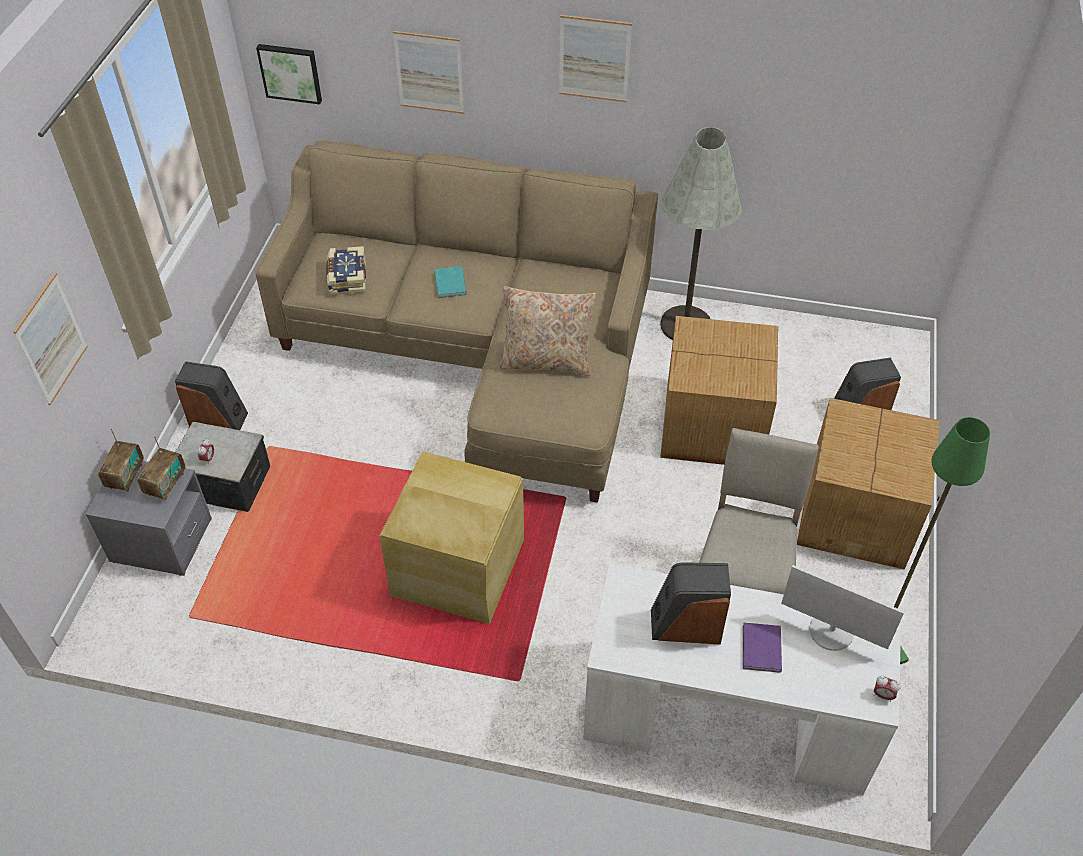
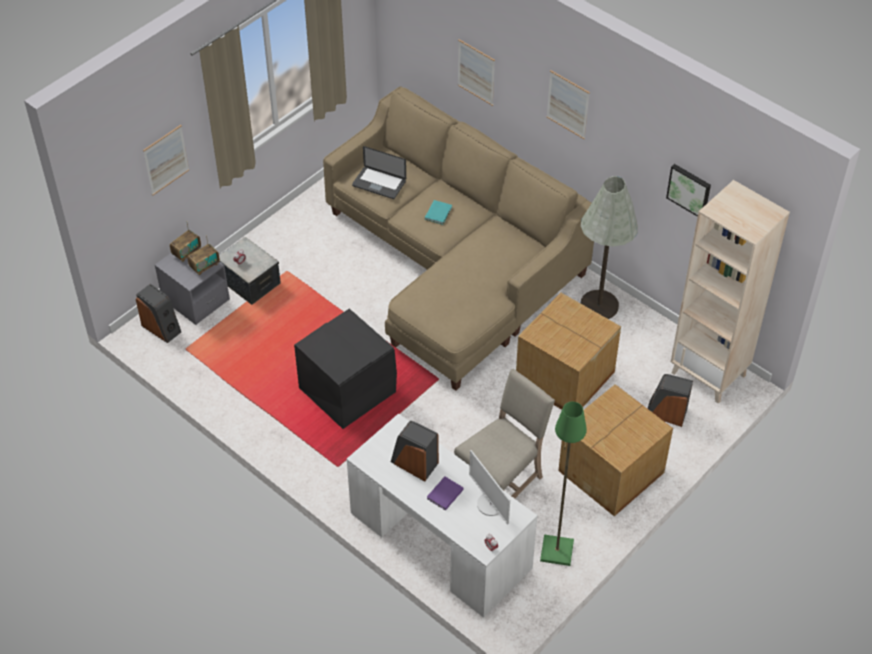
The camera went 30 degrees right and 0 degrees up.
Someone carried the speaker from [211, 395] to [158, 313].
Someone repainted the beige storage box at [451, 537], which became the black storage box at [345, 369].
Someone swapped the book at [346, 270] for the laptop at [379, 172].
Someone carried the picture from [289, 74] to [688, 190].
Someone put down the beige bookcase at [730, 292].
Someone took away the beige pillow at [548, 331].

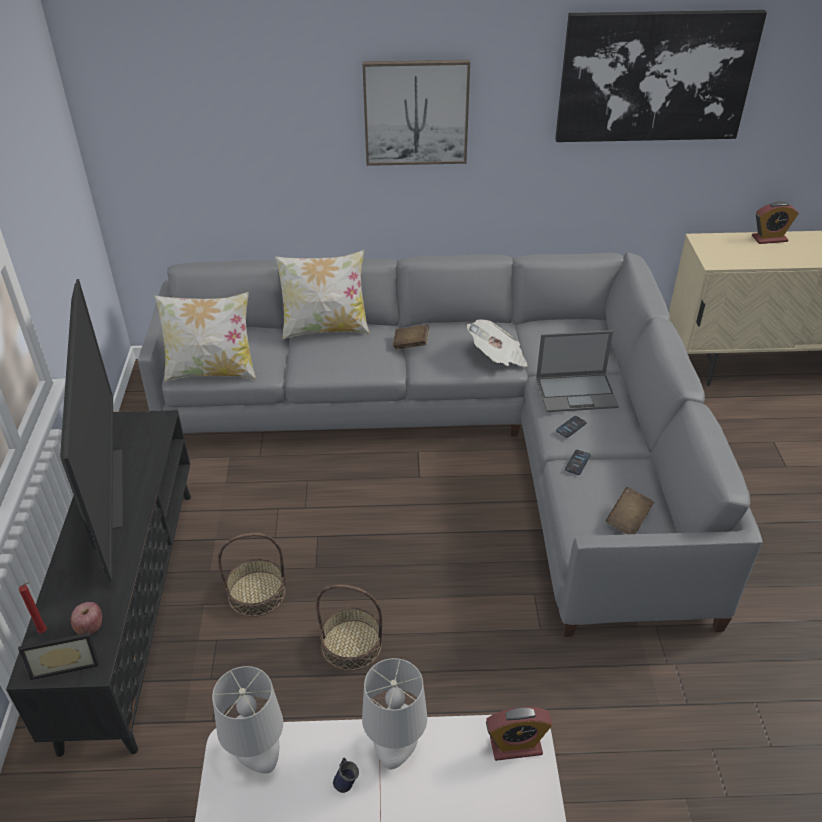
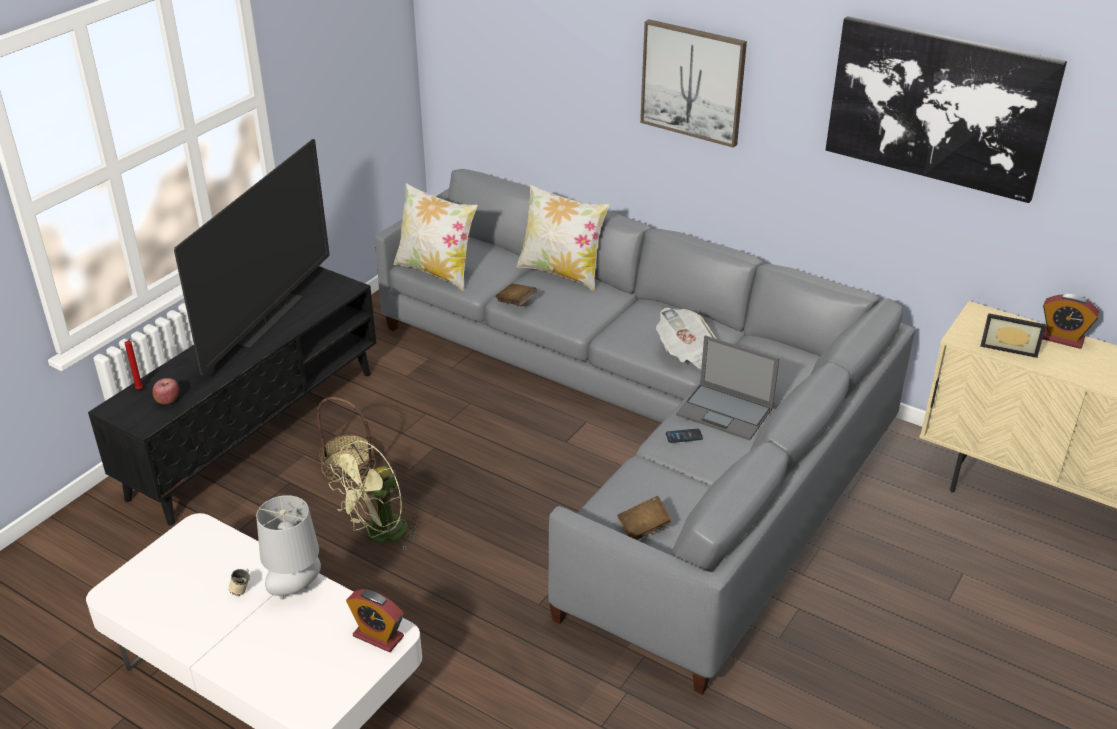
The camera went 35 degrees right and 5 degrees down.
Someone repainted the blue mug at [346, 775], which became the beige mug at [239, 582].
Someone swapped the basket at [349, 628] for the green fan at [375, 494].
Someone carried the brown book from [411, 336] to [516, 295].
Someone carried the picture frame from [59, 656] to [1013, 335].
Someone took away the grey table lamp at [247, 720].
Someone took away the phone at [577, 462].

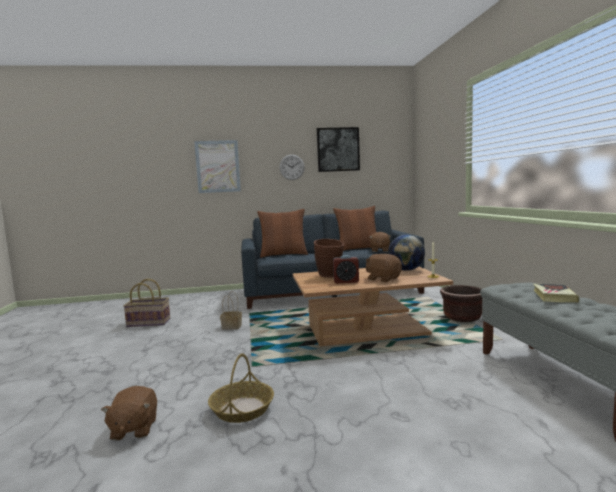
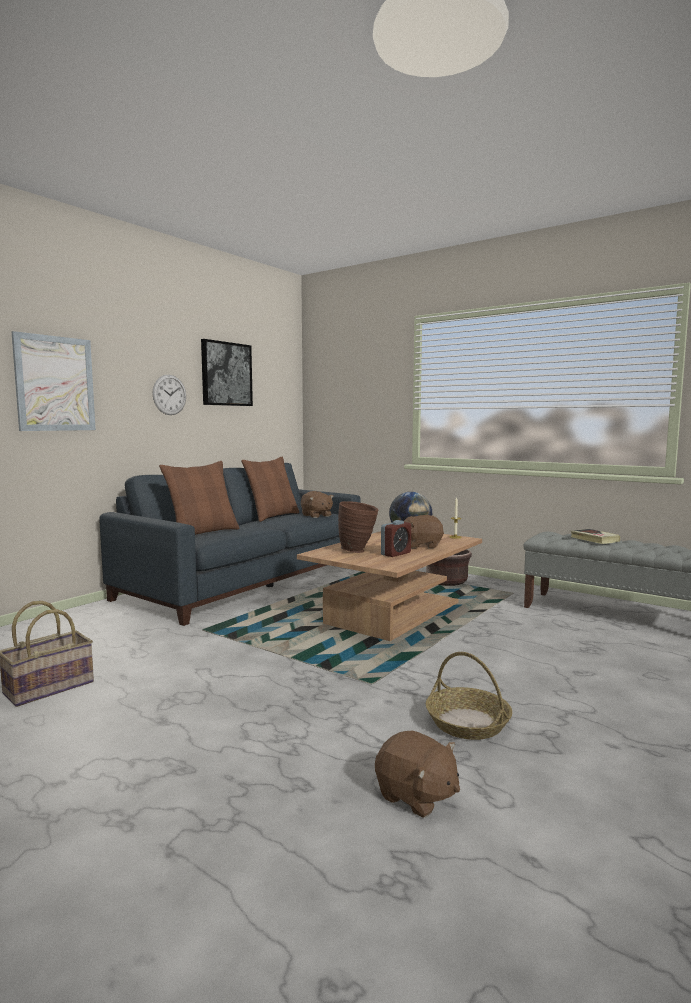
The camera went 45 degrees left and 0 degrees up.
Someone took away the basket at [231, 310].

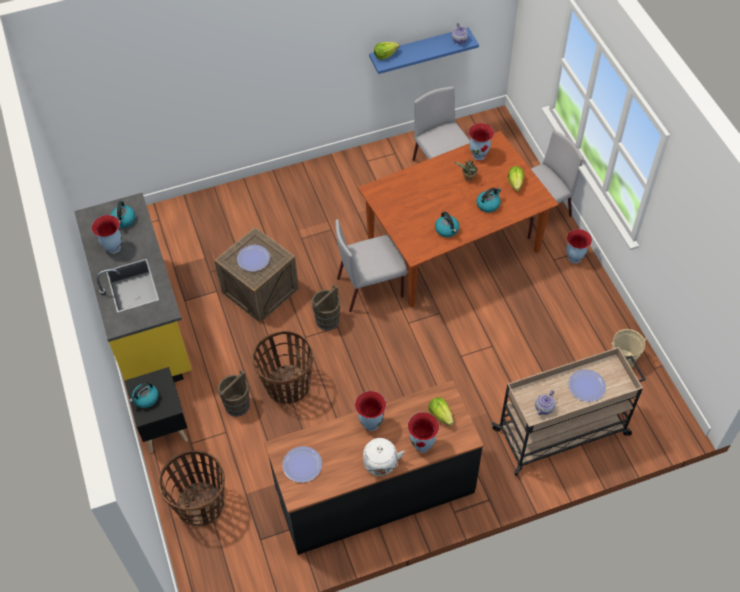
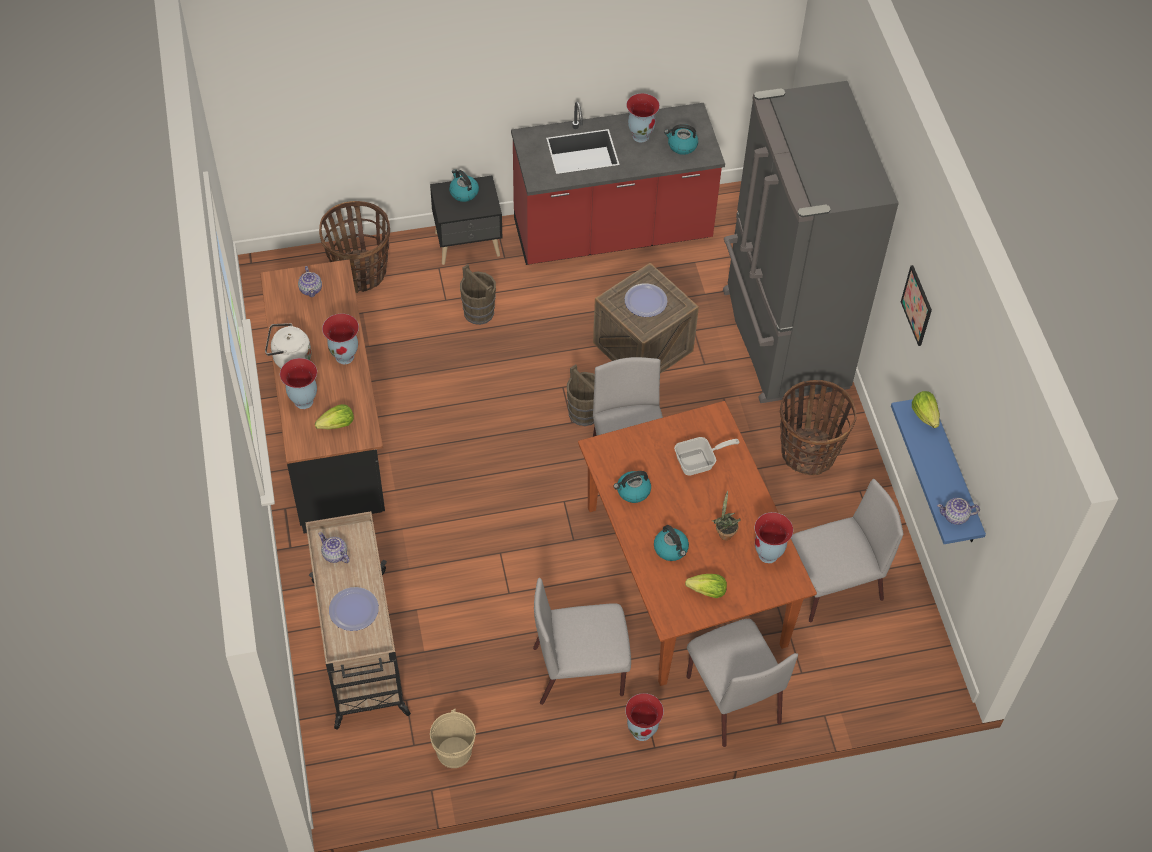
The camera went 95 degrees right and 0 degrees up.
Someone swapped the plate at [302, 464] for the teapot at [310, 281].
Someone repainted the yellow counter at [133, 287], which became the red counter at [618, 183].
Someone put down the grey chair at [582, 641].
Someone put down the frying pan at [707, 456].
Someone put down the grey fridge at [811, 242].
Someone carried the basket from [282, 367] to [818, 427].
Someone put up the picture at [916, 305].

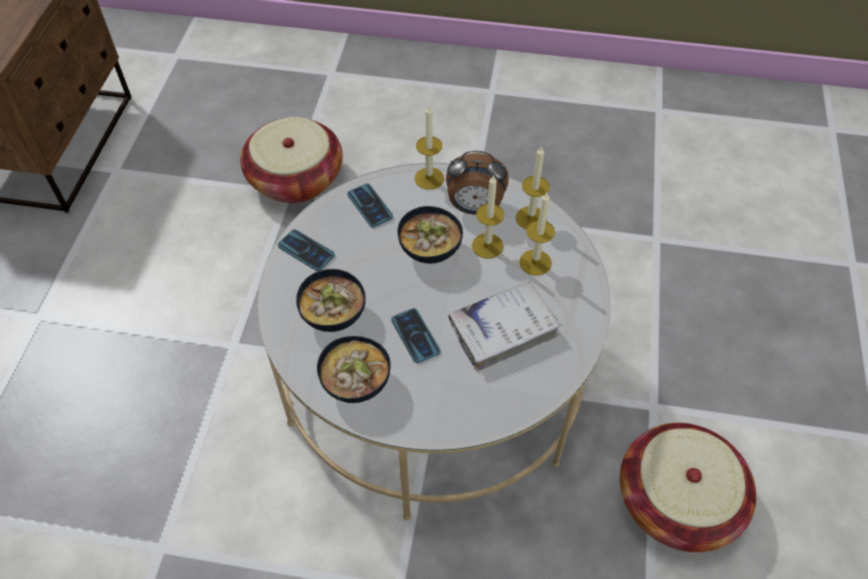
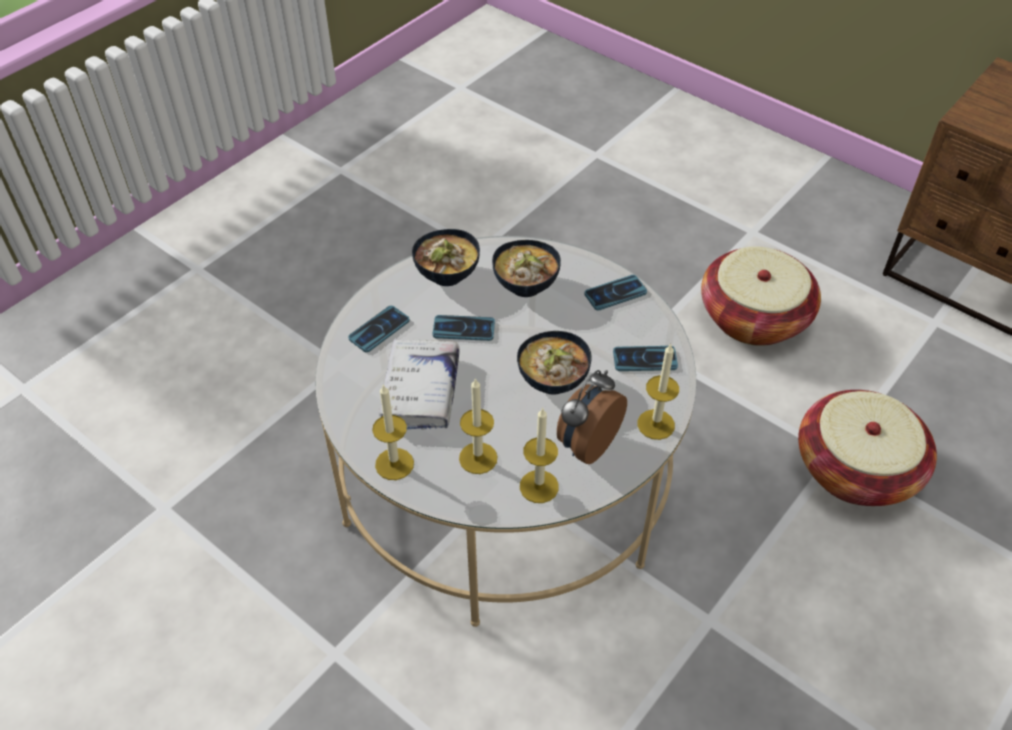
The camera went 120 degrees right and 5 degrees down.
Someone put down the phone at [379, 329].
Someone carried the candle from [488, 217] to [393, 432].
Someone carried the basket from [688, 487] to [761, 296].

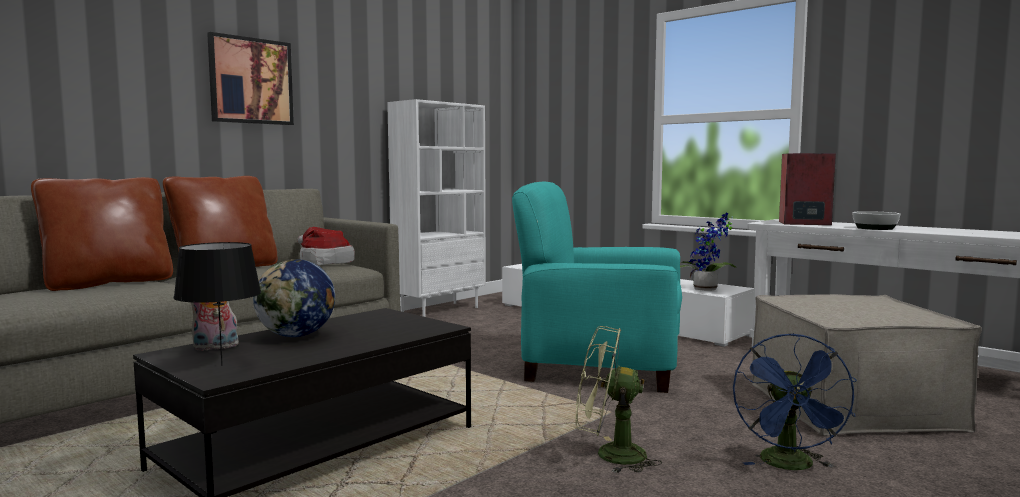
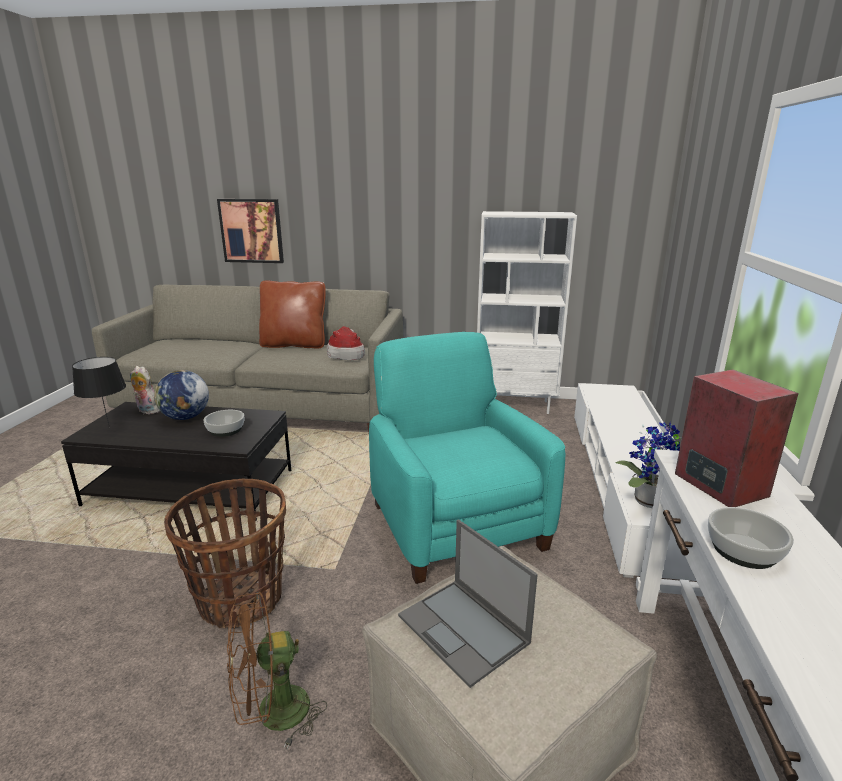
The camera went 55 degrees right and 15 degrees up.
Someone swapped the green fan at [619, 399] for the basket at [225, 553].
Someone put down the bowl at [223, 423].
Someone carried the picture from [250, 78] to [250, 231].
Someone repainted the blue fan at [795, 401], which became the brown fan at [277, 670].
Someone put down the laptop at [468, 603].
Someone took away the brown pillow at [102, 234].

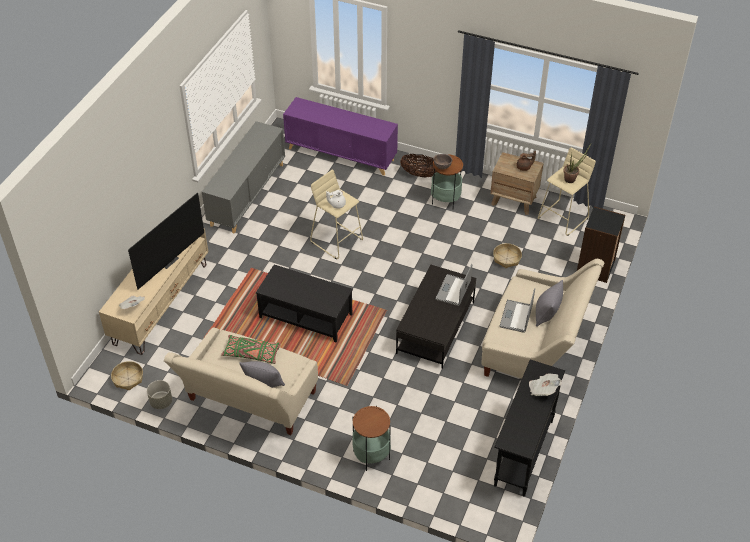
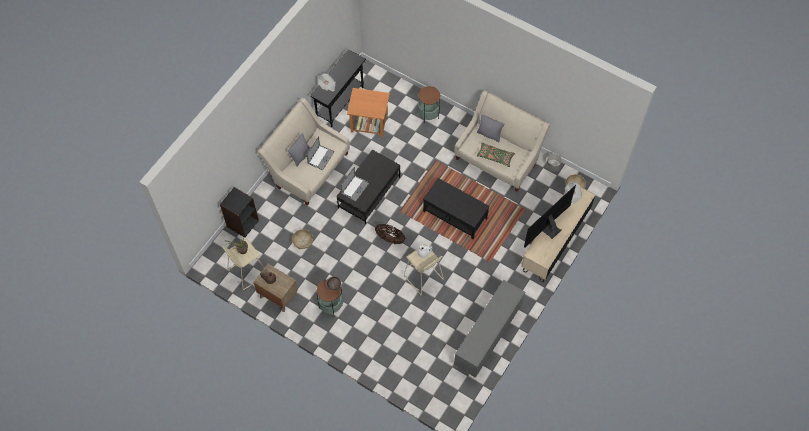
The camera went 170 degrees left and 15 degrees up.
Someone put down the orange side table at [368, 112].
Someone carried the basket from [418, 166] to [390, 234].
Someone took away the purple cabinet at [340, 136].

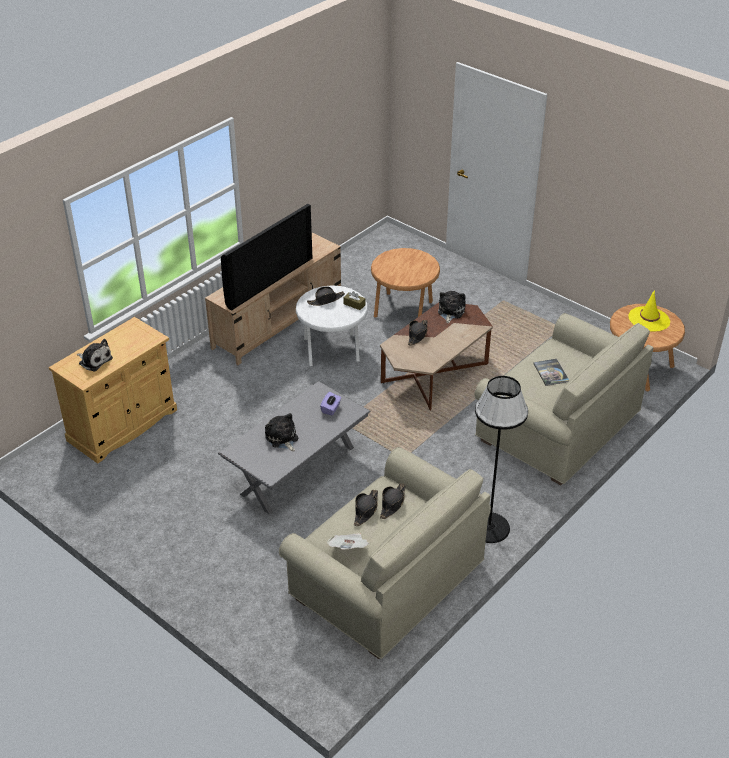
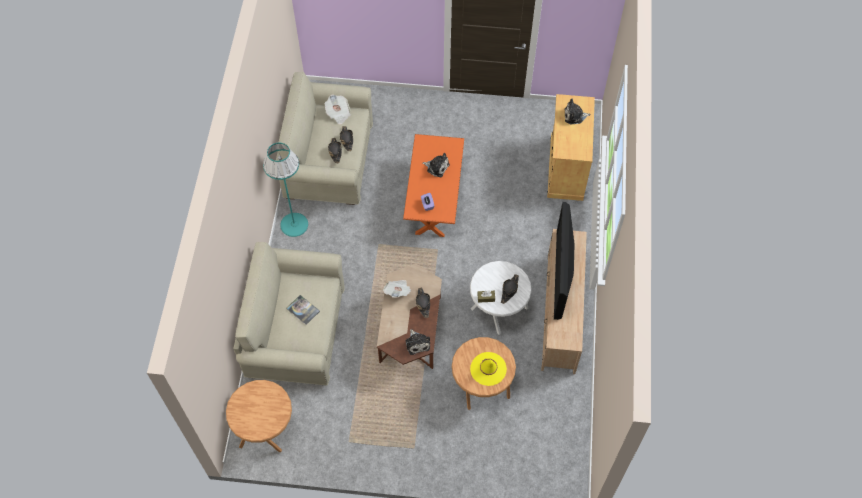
The camera went 145 degrees right and 20 degrees up.
Someone repainted the black floor lamp at [501, 459], which became the turquoise floor lamp at [285, 190].
Someone put down the newspaper at [397, 289].
Someone repainted the grey coffee table at [294, 447], which became the orange coffee table at [433, 185].
Someone carried the yellow hat from [649, 311] to [488, 369].

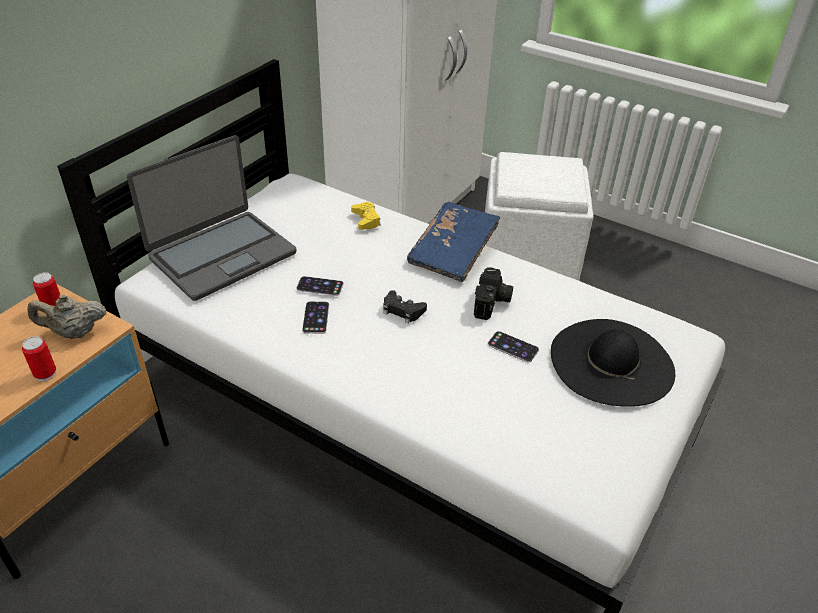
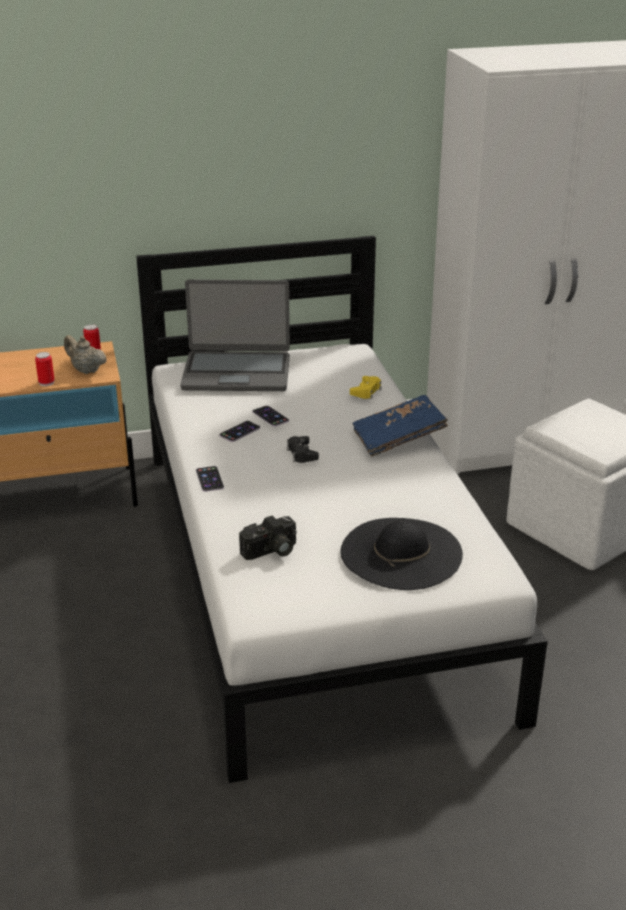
The camera went 45 degrees right and 10 degrees down.
Someone carried the phone from [513, 346] to [210, 479].
Someone carried the photo camera from [493, 293] to [268, 537].

